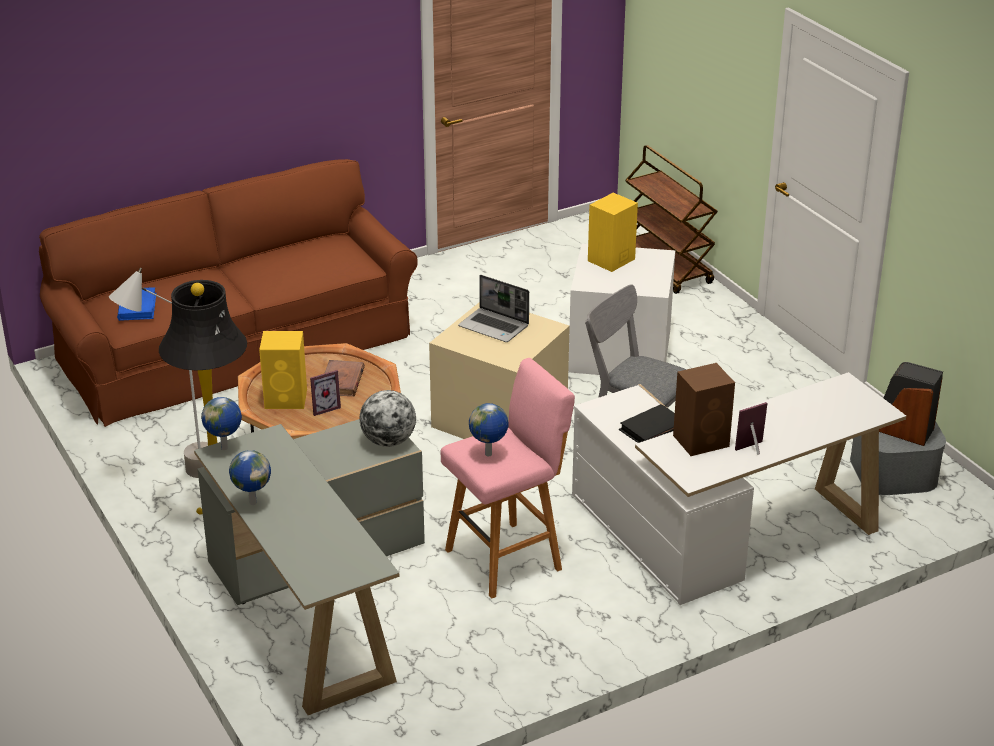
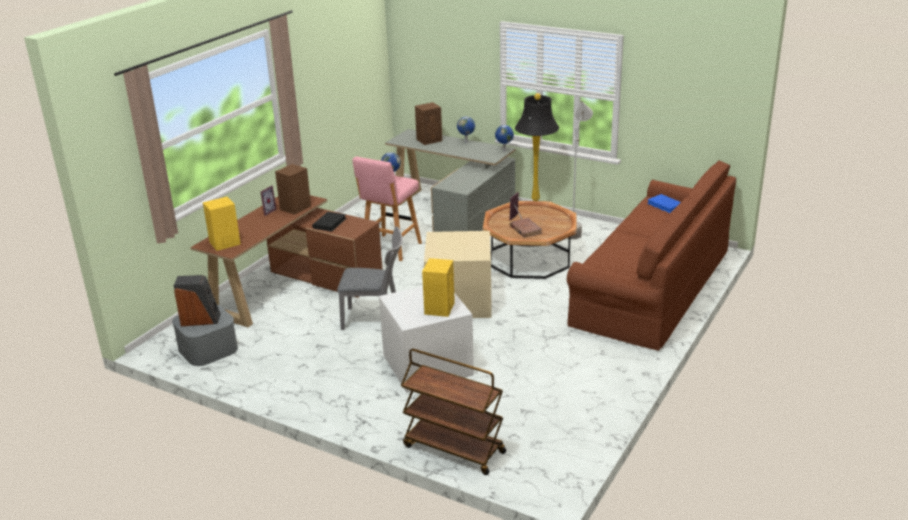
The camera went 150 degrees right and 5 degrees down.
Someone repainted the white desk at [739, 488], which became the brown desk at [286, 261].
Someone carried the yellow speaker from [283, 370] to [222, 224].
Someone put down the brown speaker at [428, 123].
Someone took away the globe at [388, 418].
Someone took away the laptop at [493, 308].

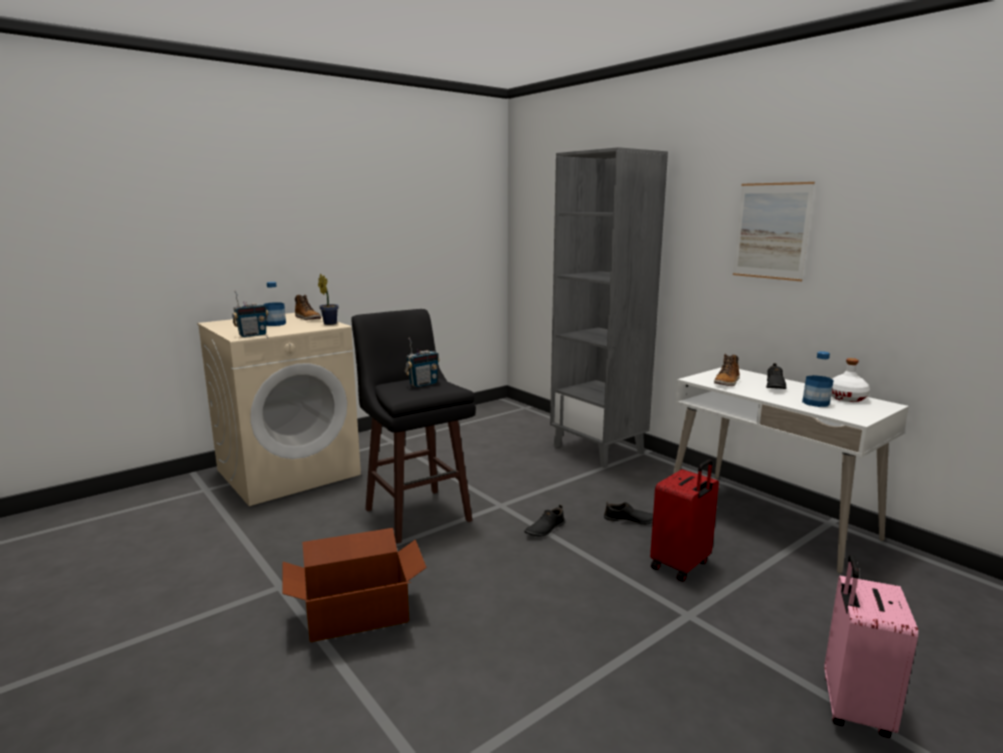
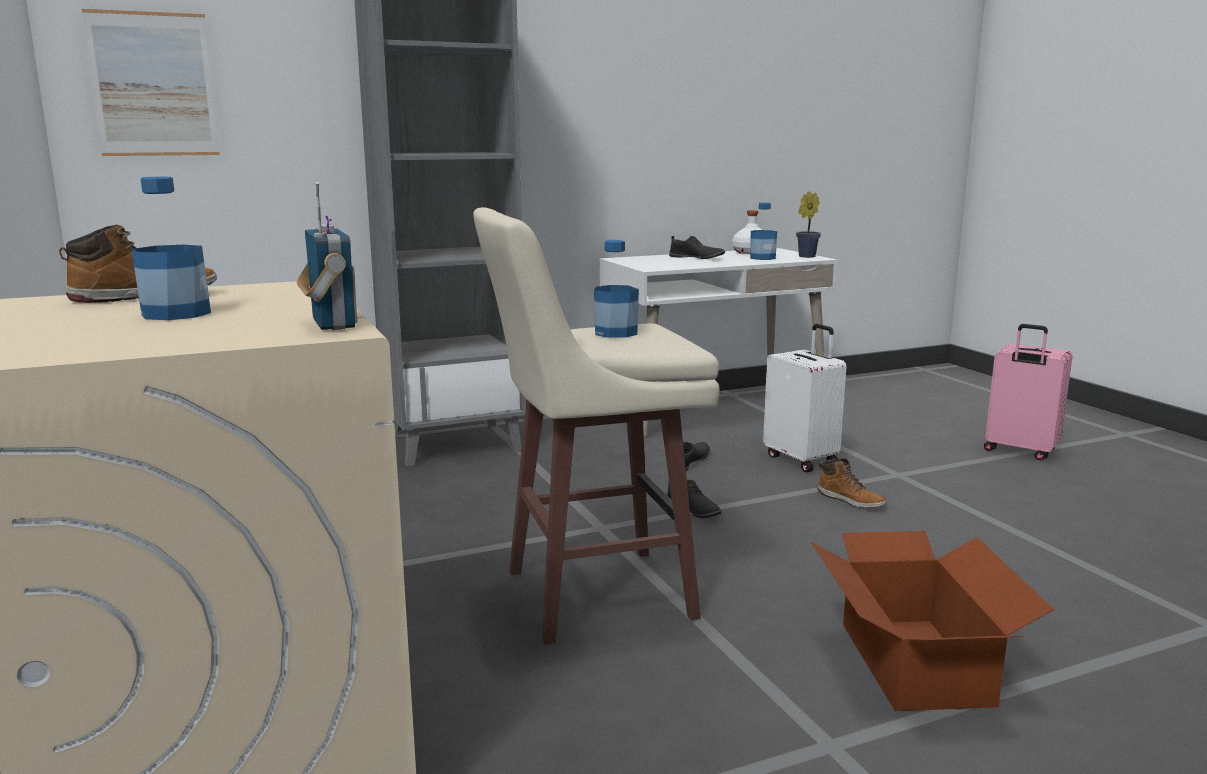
The camera went 75 degrees left and 0 degrees up.
Someone carried the picture from [774, 231] to [151, 82].
Someone repainted the black stool at [413, 426], which became the beige stool at [596, 426].
Someone swapped the radio at [421, 362] for the bottle at [616, 289].
Someone repainted the red suitcase at [684, 520], which became the white suitcase at [805, 398].
Someone carried the potted plant from [328, 299] to [808, 224].
Someone carried the boot from [727, 369] to [852, 483].

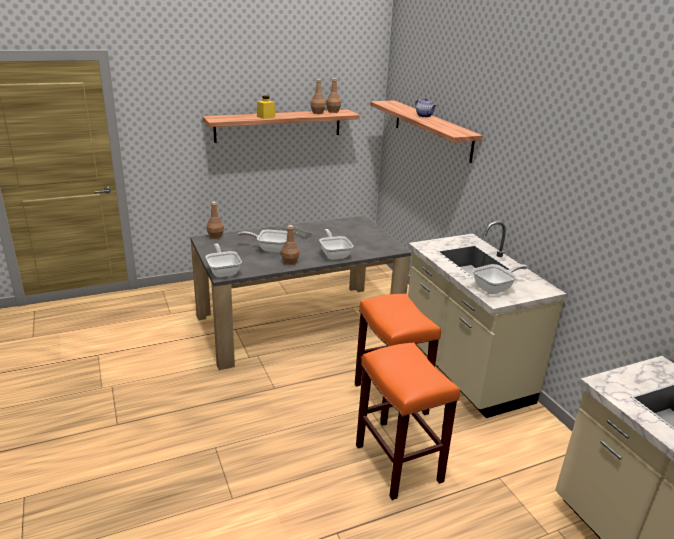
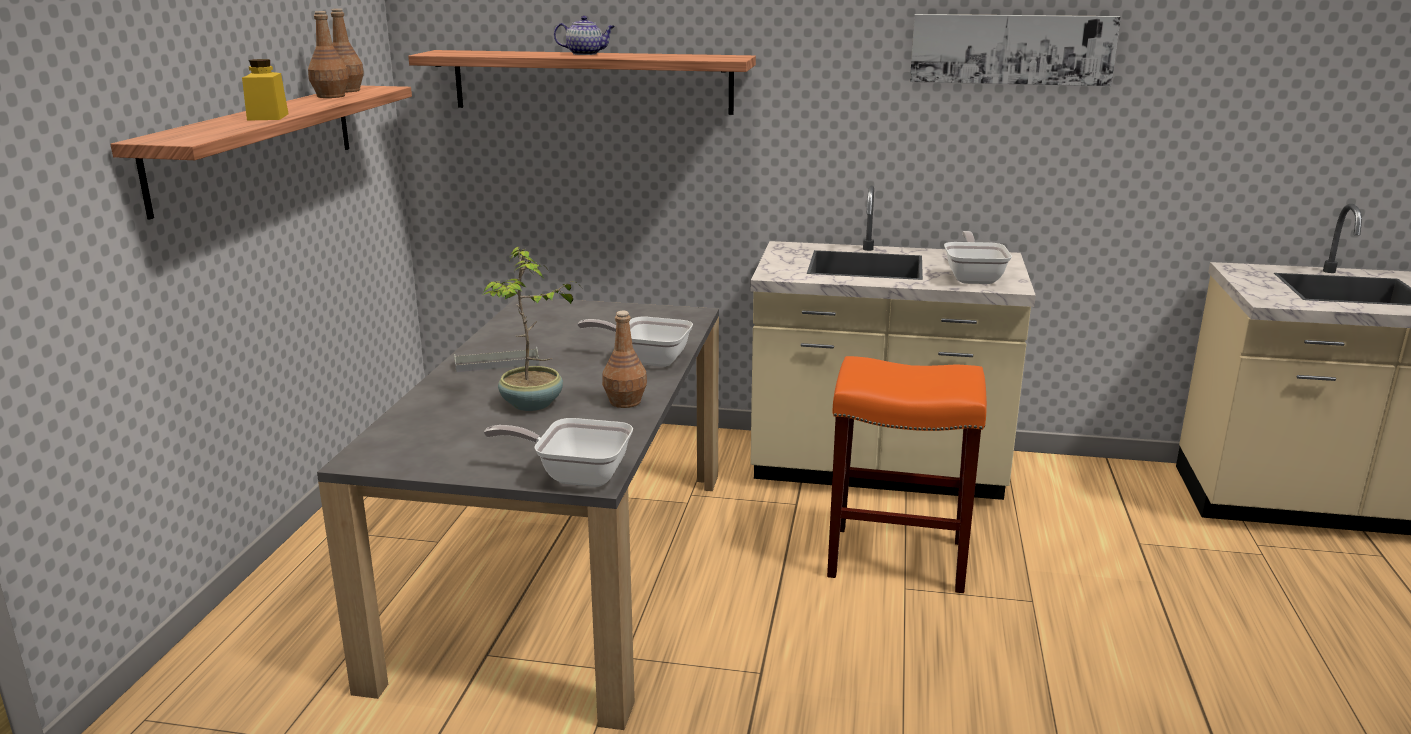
The camera went 55 degrees left and 5 degrees down.
Someone swapped the frying pan at [263, 241] for the potted plant at [531, 329].
Someone put up the picture at [1015, 50].
Someone took away the brown bottle at [215, 220].
Someone took away the orange stool at [408, 421].

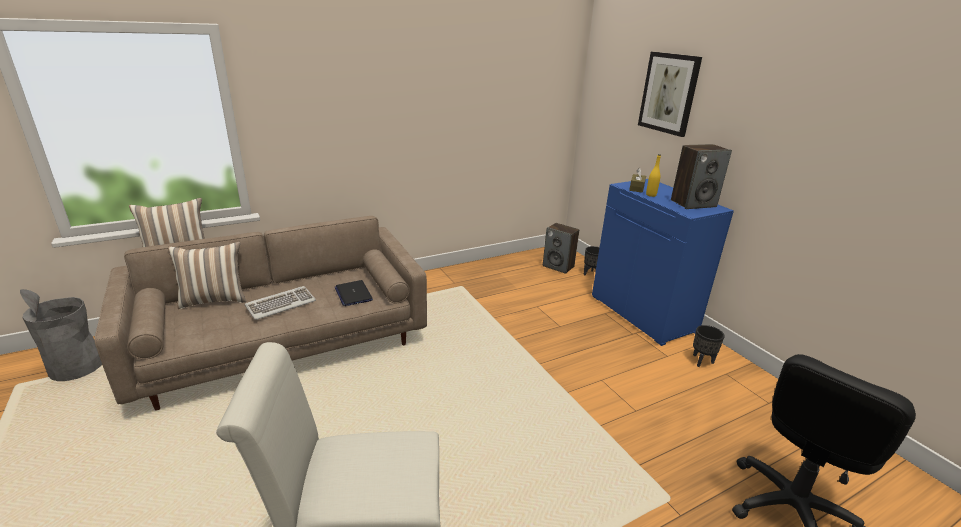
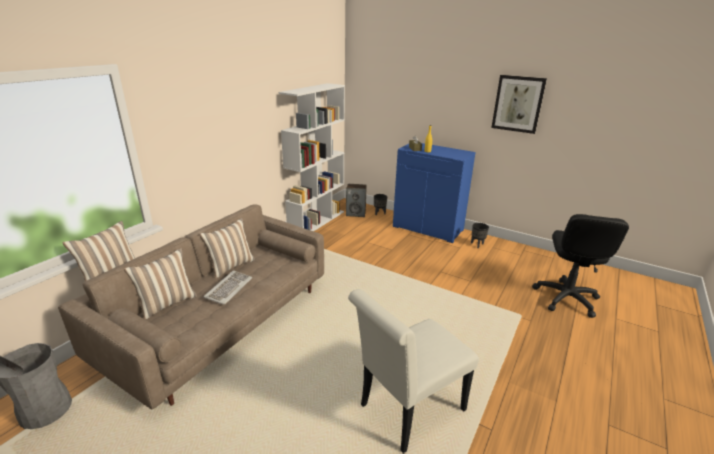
The camera went 30 degrees left and 0 degrees up.
Someone put down the pillow at [227, 248].
Someone put down the white bookcase at [312, 157].
Someone carried the picture from [670, 94] to [519, 104].
Someone took away the laptop at [354, 293].
Someone took away the speaker at [701, 176].

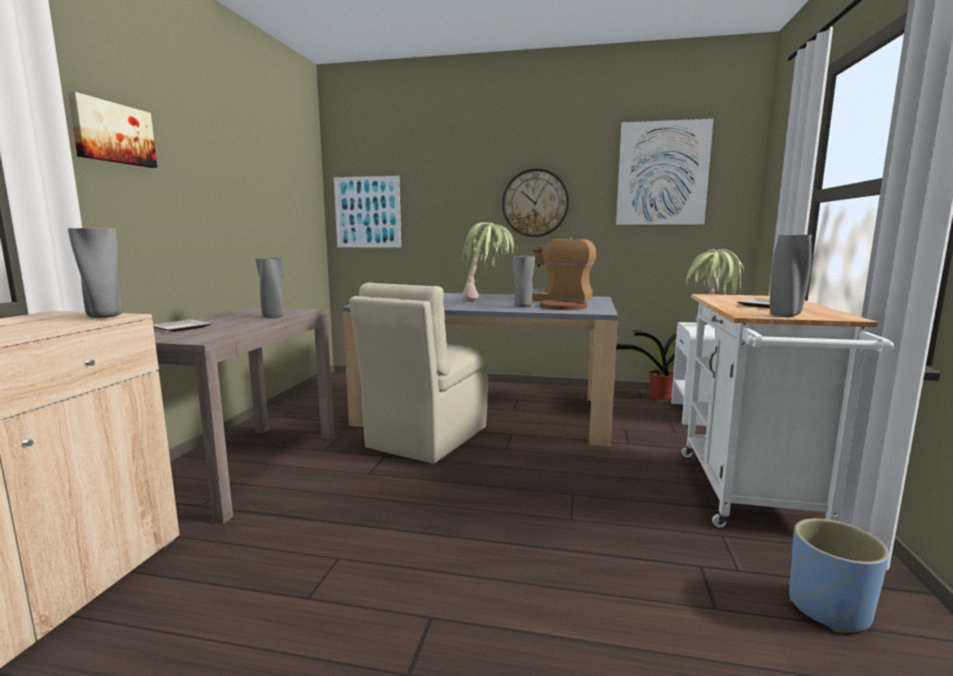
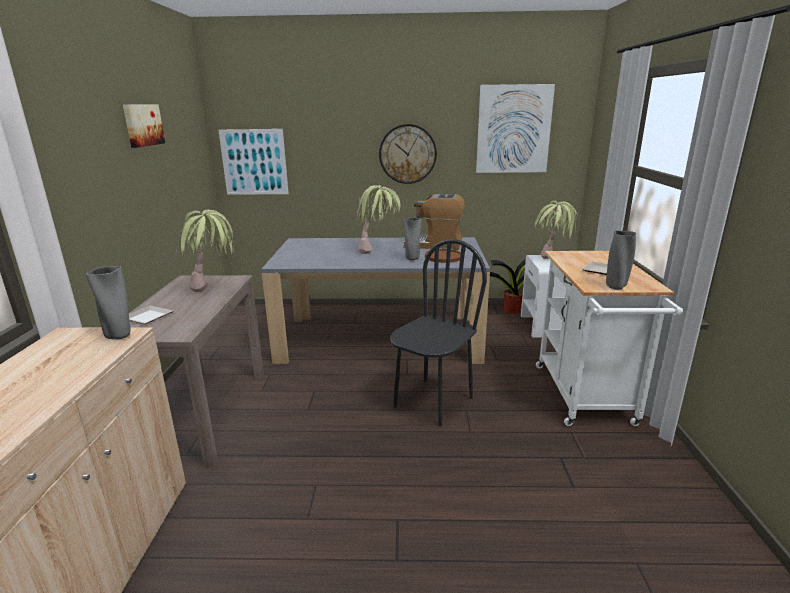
The camera went 10 degrees left and 10 degrees up.
Someone carried the picture from [112, 130] to [144, 126].
Someone swapped the grey vase at [269, 288] for the potted plant at [205, 250].
Someone put down the black chair at [438, 333].
Someone took away the beige chair at [418, 373].
Someone took away the blue planter at [839, 575].

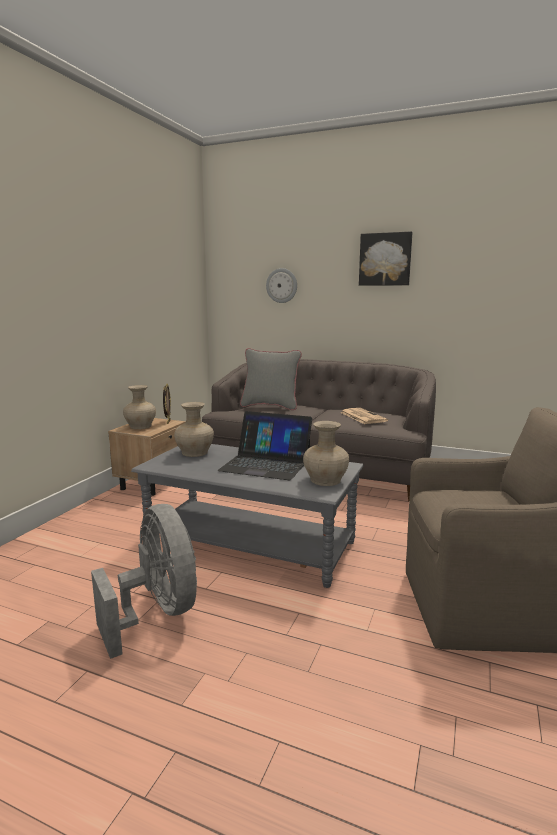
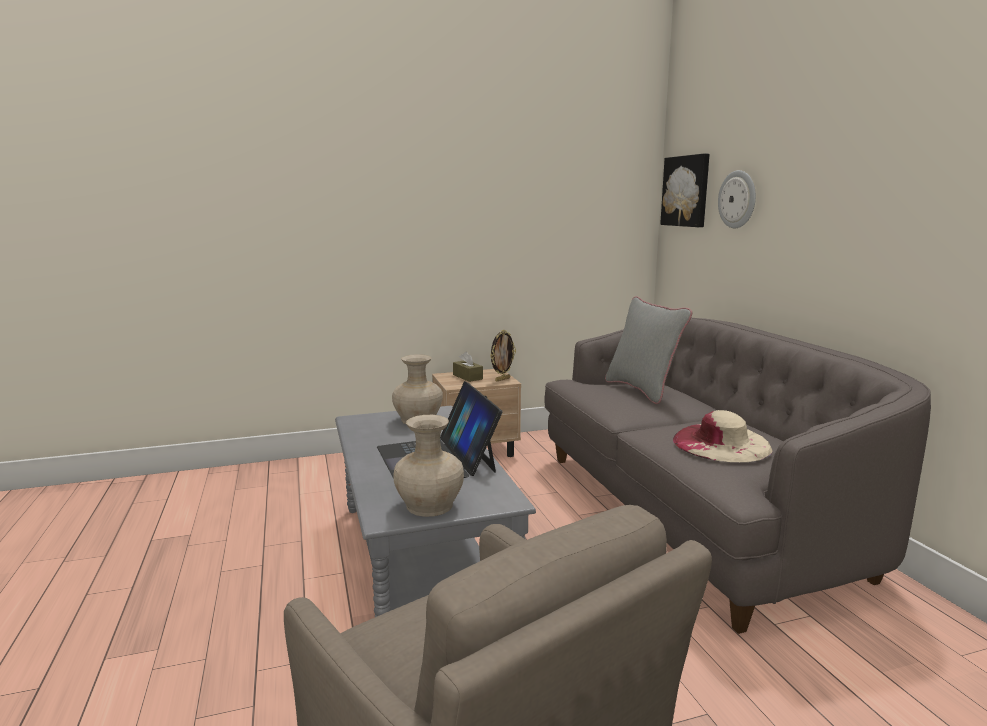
The camera went 50 degrees right and 0 degrees up.
Someone swapped the beige vase at [139, 407] for the brown tissue box at [468, 367].
Someone carried the picture from [385, 259] to [685, 190].
Someone swapped the newspaper at [364, 416] for the beige hat at [723, 436].
Someone took away the grey fan at [144, 581].

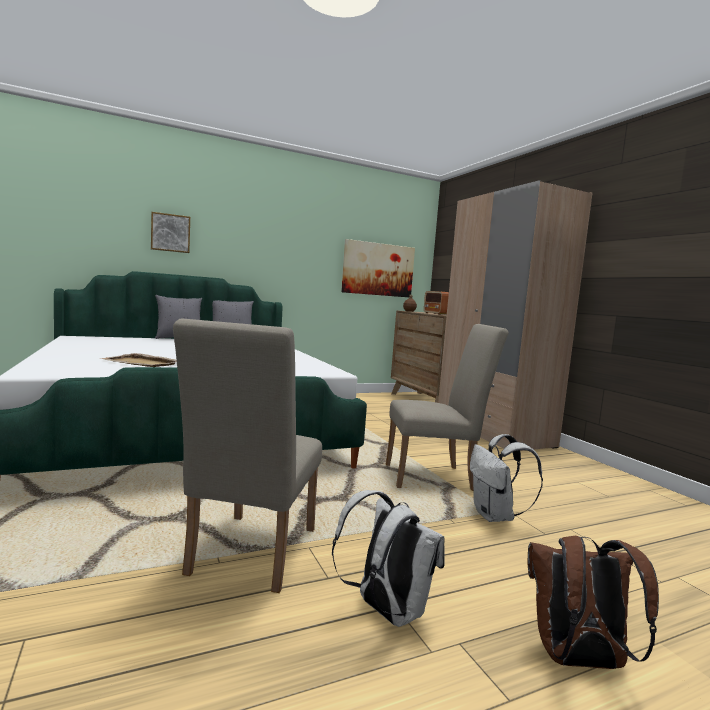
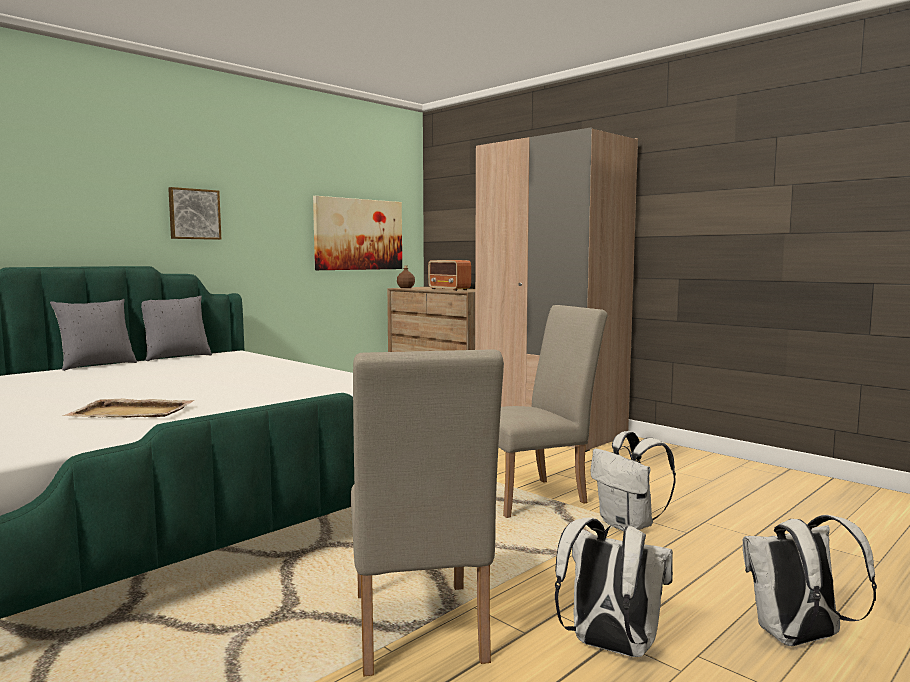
The camera went 20 degrees left and 0 degrees up.
Someone carried the picture from [170, 232] to [194, 213].
Someone repainted the brown backpack at [593, 602], which became the white backpack at [810, 580].

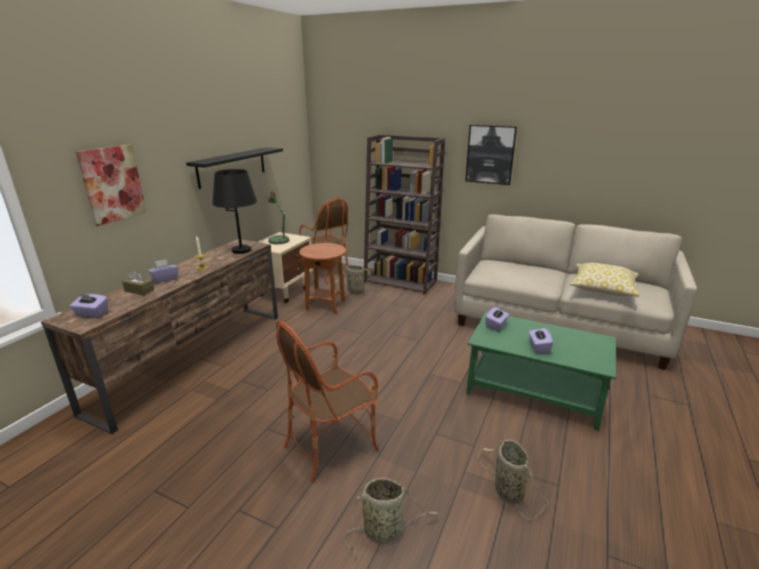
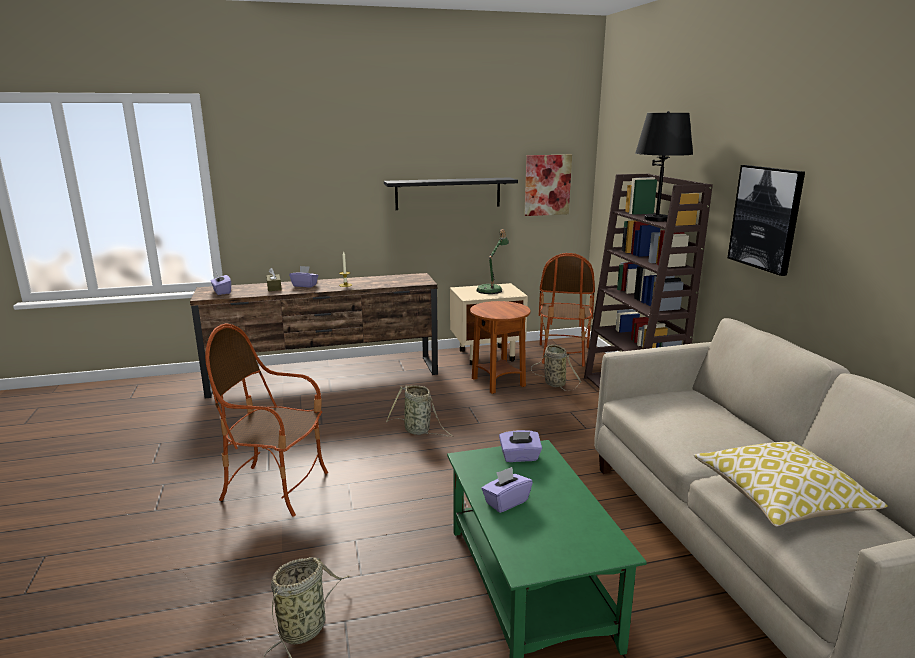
The camera went 50 degrees right and 5 degrees down.
Someone carried the basket from [391, 515] to [420, 411].
Someone carried the picture from [111, 185] to [548, 185].
Someone carried the black table lamp from [234, 211] to [664, 166].

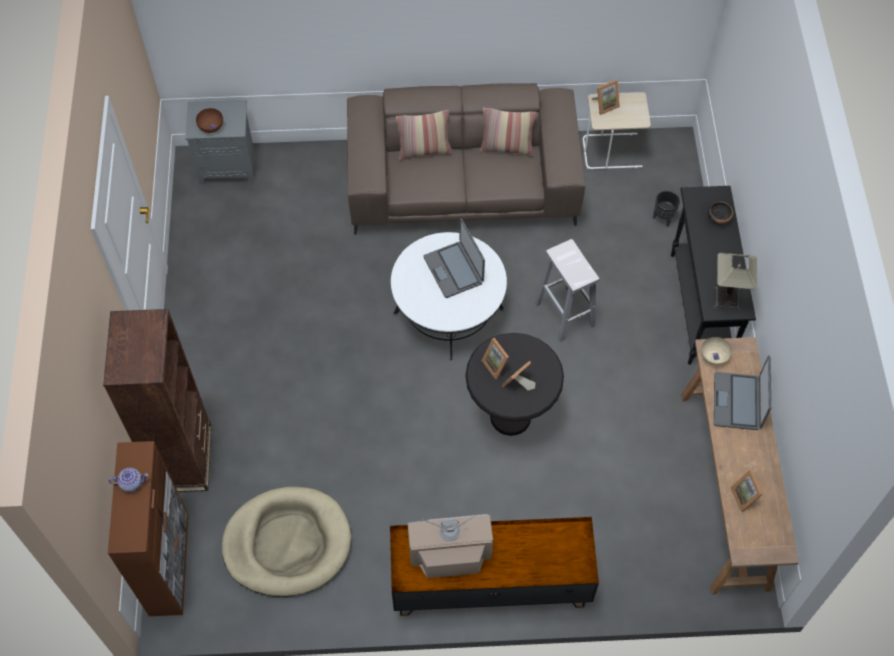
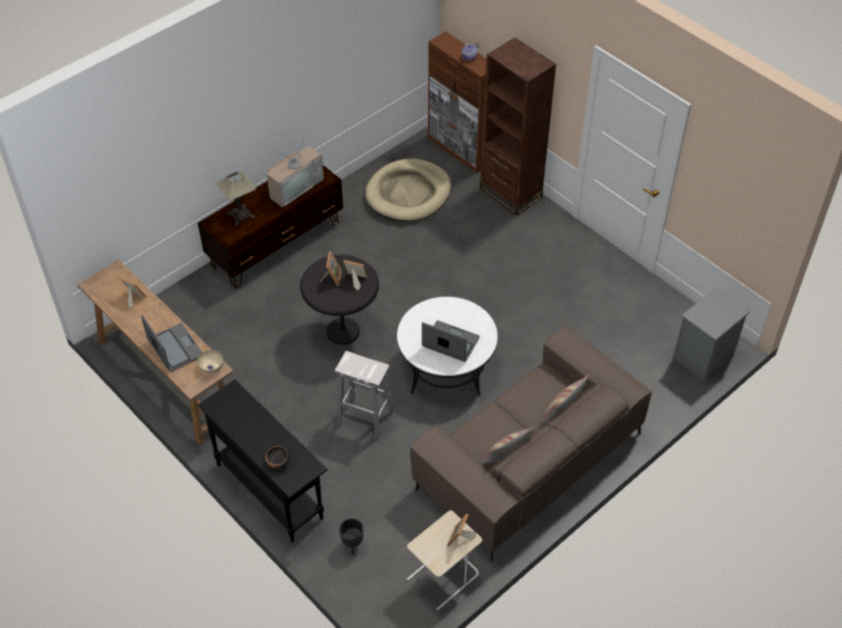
The camera went 140 degrees right and 10 degrees down.
Someone carried the table lamp from [736, 282] to [236, 198].
Someone took away the brown bowl at [209, 120].

